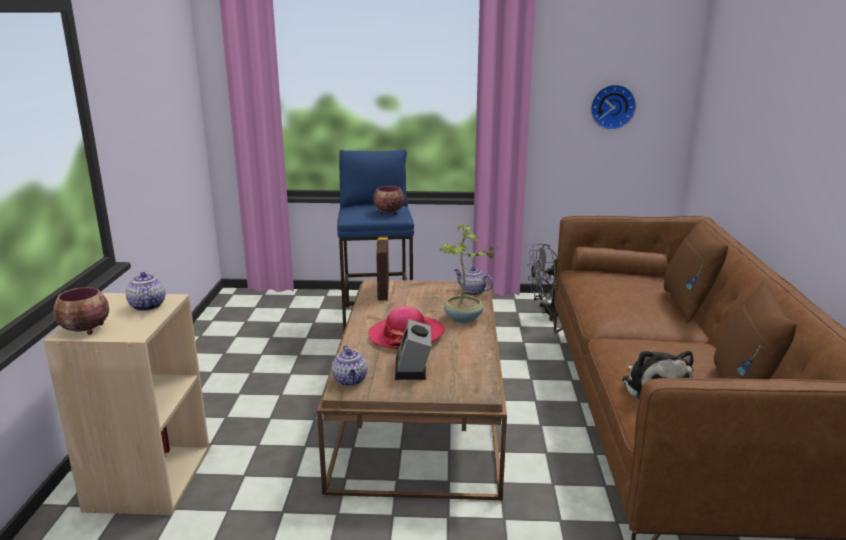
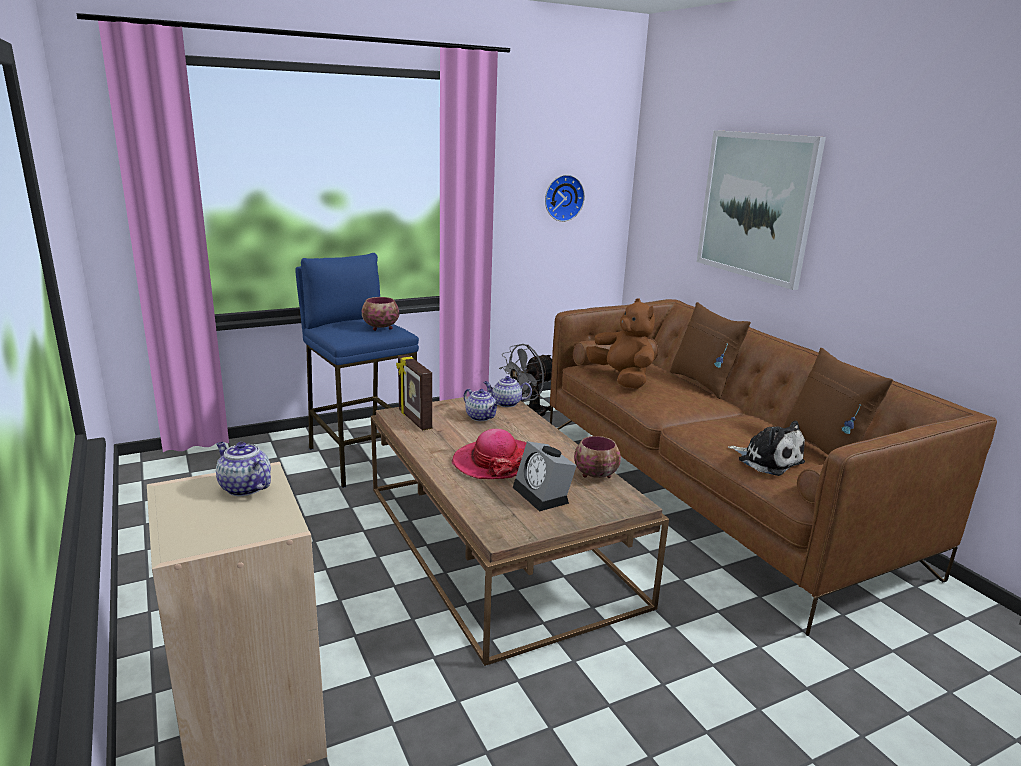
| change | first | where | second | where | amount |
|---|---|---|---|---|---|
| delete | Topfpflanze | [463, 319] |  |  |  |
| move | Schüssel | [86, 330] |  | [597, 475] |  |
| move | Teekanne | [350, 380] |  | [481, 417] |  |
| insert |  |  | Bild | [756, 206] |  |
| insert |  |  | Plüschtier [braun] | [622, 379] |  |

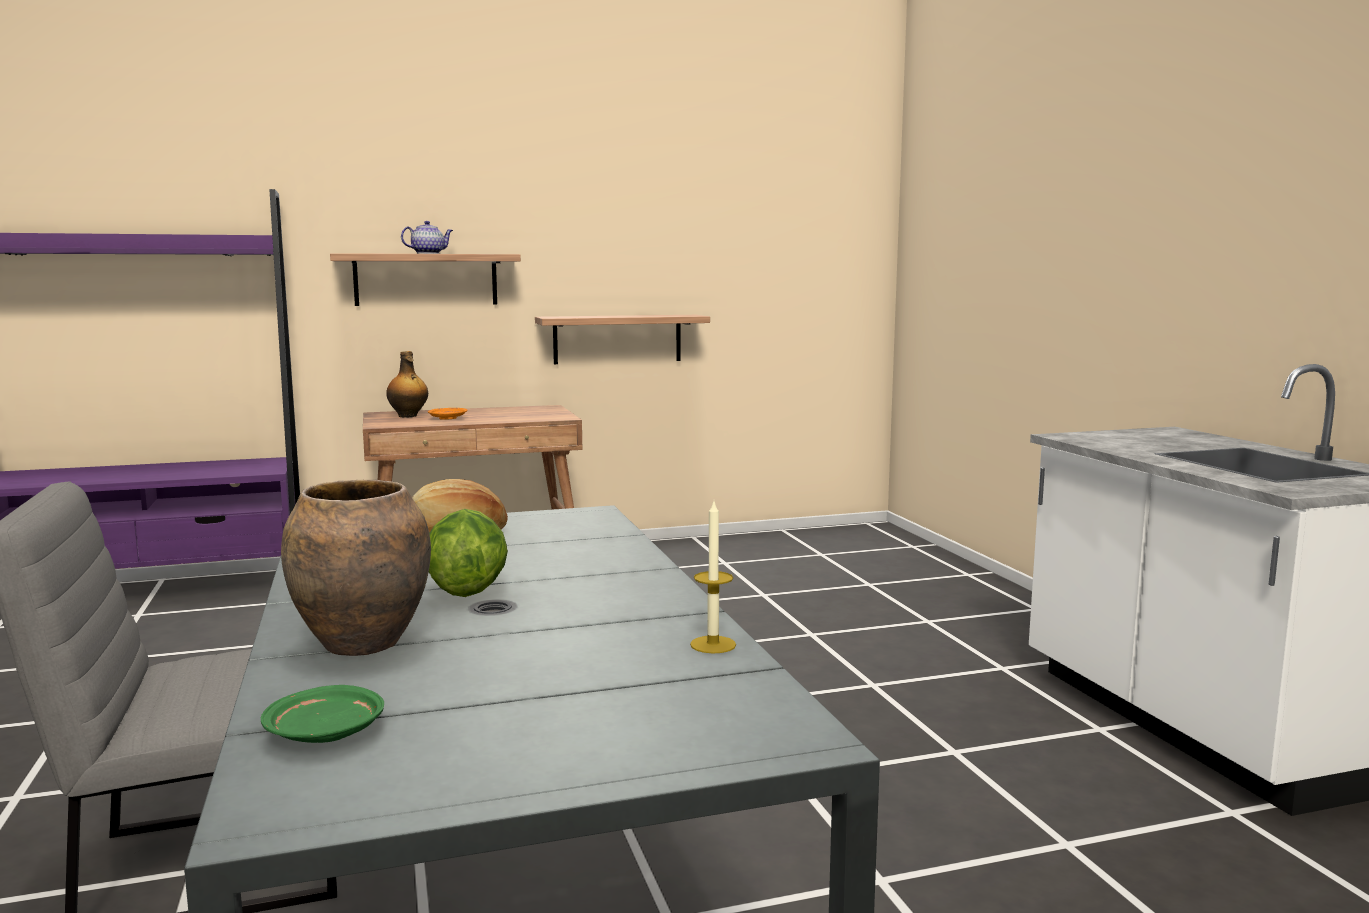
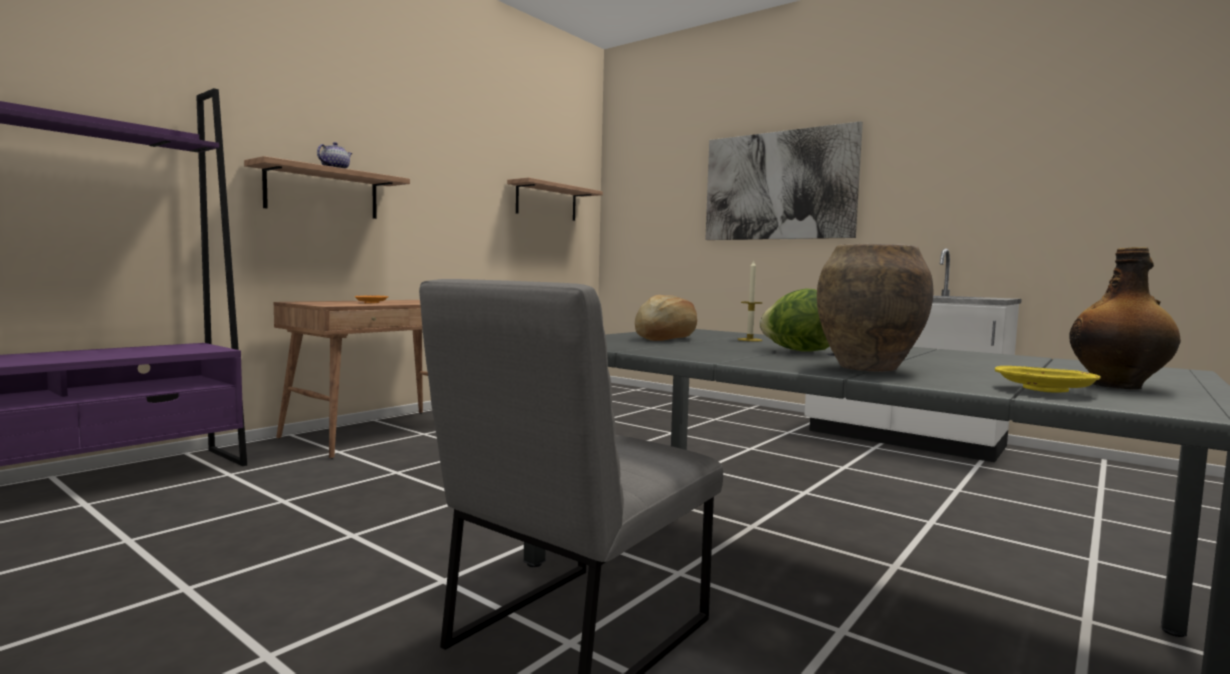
| change | first | where | second | where | amount |
|---|---|---|---|---|---|
| move | Wandregal | [617, 339] |  | [546, 201] |  |
| move | Flasche | [408, 416] |  | [1118, 386] |  |
| move | Kerze | [713, 644] |  | [749, 340] |  |
| recolor | Teller [grün] | [325, 733] | Teller [gelb] | [1046, 390] |  |
| insert |  |  | Bild | [778, 186] |  |

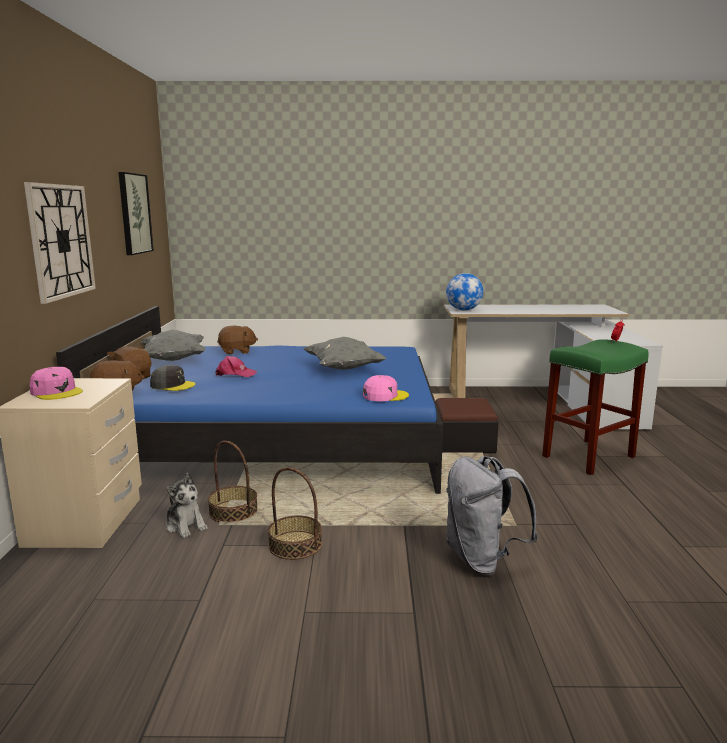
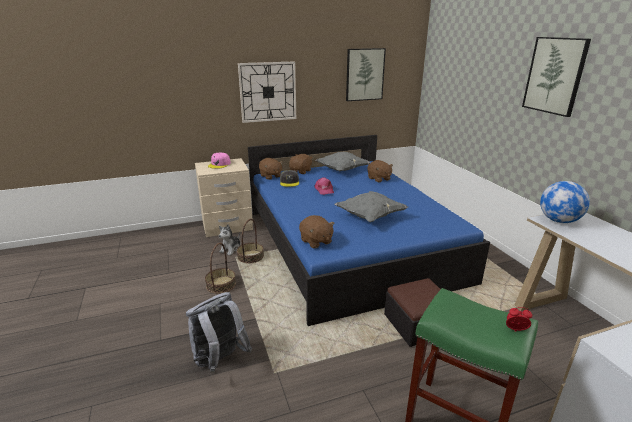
| change | first | where | second | where | amount |
|---|---|---|---|---|---|
| replace | Kappe [rosa] | [385, 396] | Plüschtier [braun] | [316, 241] |  |
| insert |  |  | Bild | [555, 75] |  |

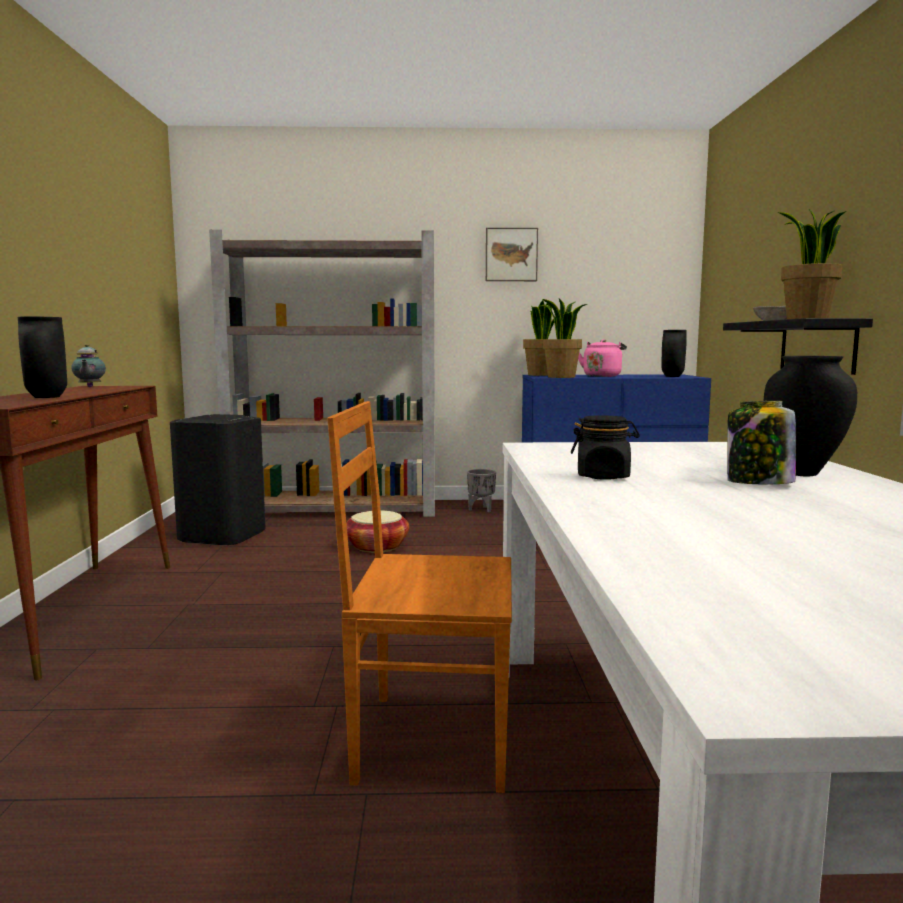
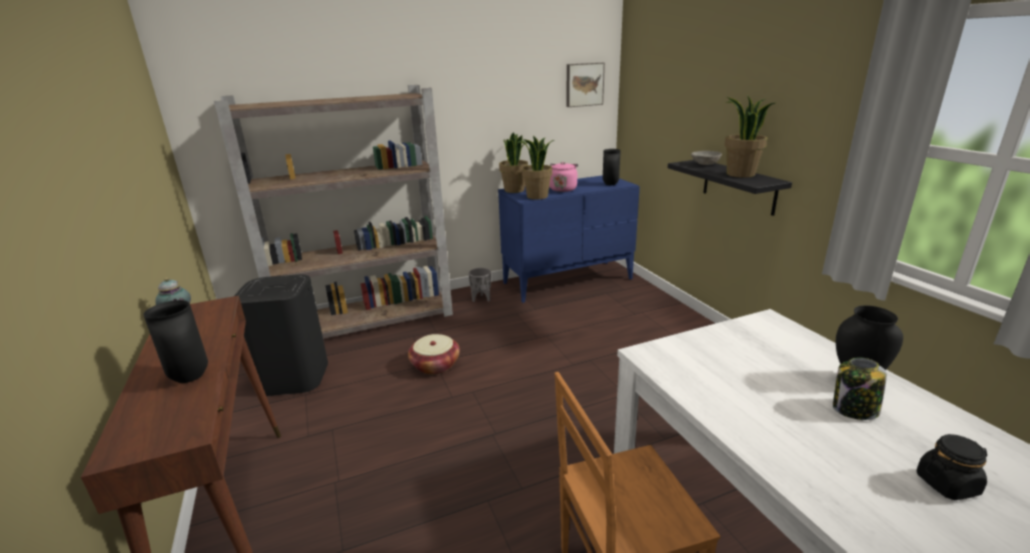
| change | first | where | second | where | amount |
|---|---|---|---|---|---|
| move | Bild | [511, 255] |  | [584, 84] |  |
| move | Vorratsglas [schwarz] | [603, 476] |  | [947, 484] |  |

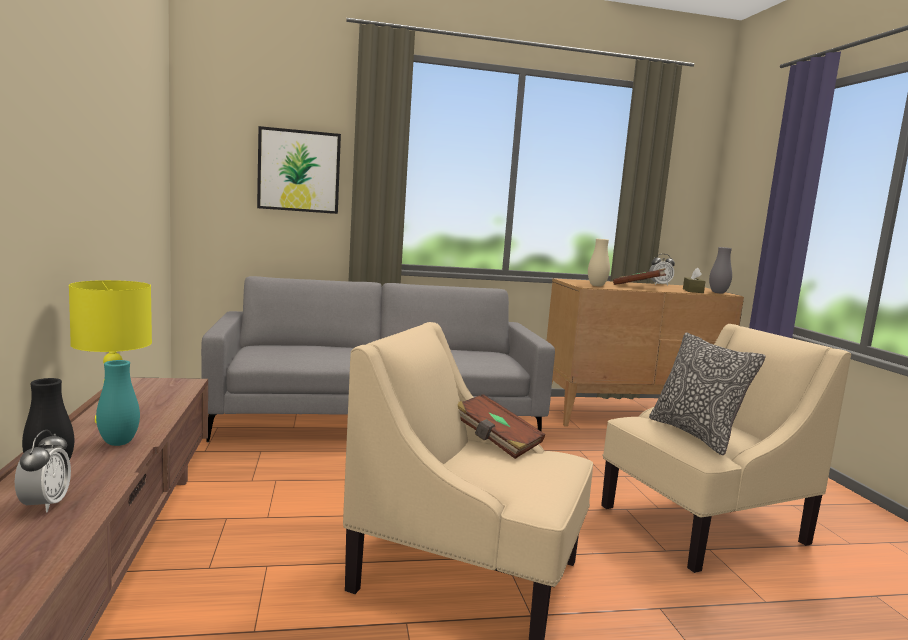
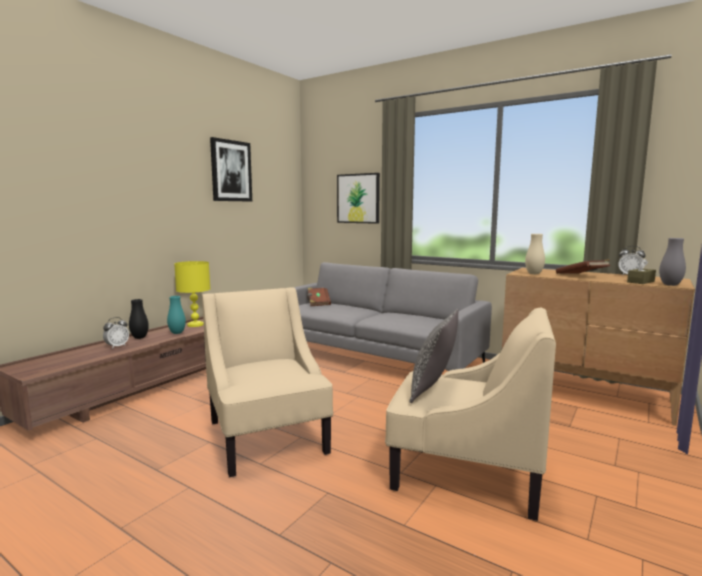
| change | first | where | second | where | amount |
|---|---|---|---|---|---|
| move | Buch [braun] | [496, 441] |  | [318, 303] |  |
| insert |  |  | Bild | [231, 171] |  |

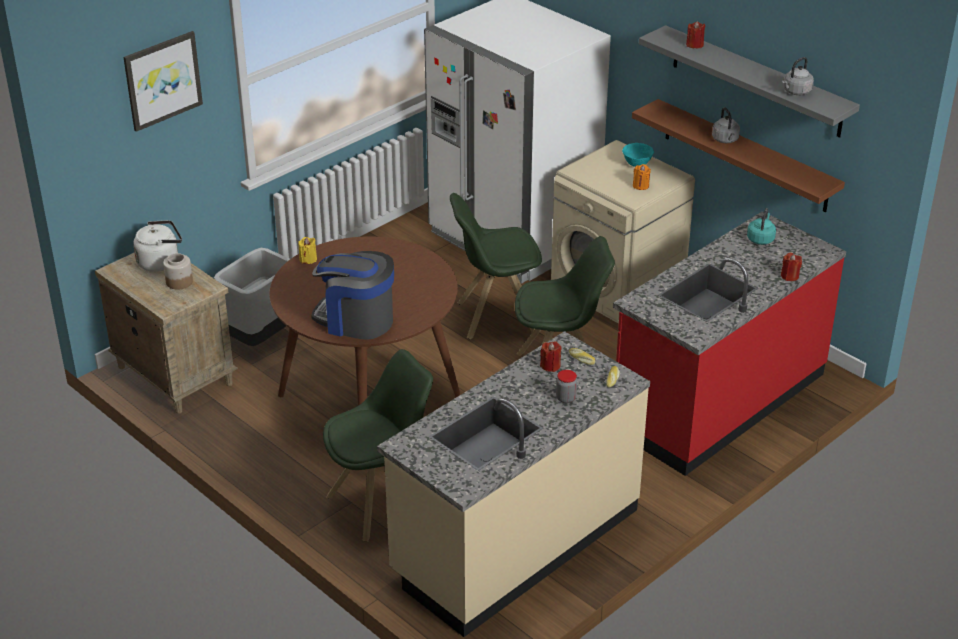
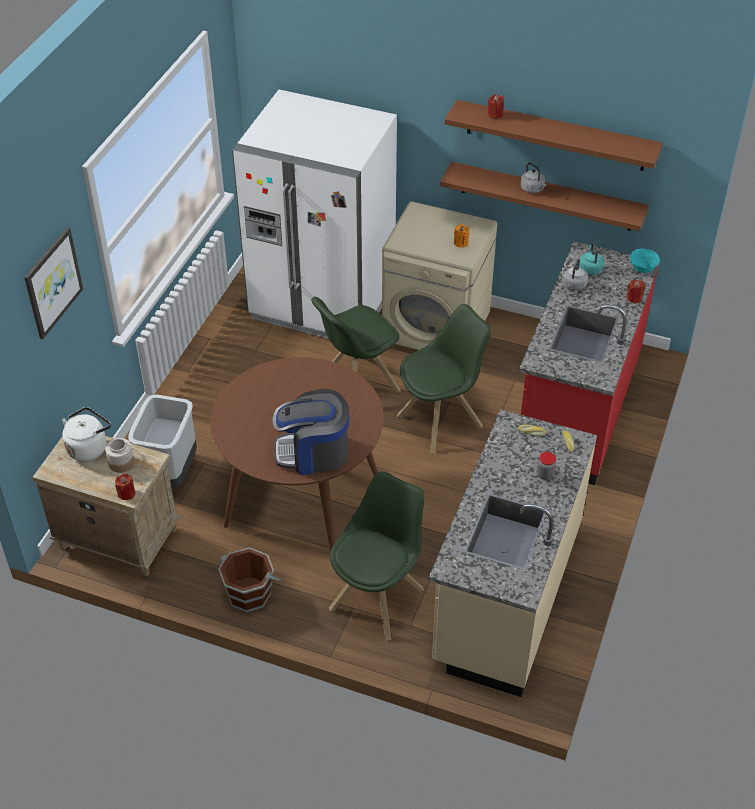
| change | first | where | second | where | amount |
|---|---|---|---|---|---|
| recolor | Wandregal [grau] | [756, 81] | Wandregal [braun] | [555, 135] |  |
| move | Wasserkessel [grau] | [796, 92] |  | [574, 286] |  |
| move | Schüssel [türkis] | [637, 164] |  | [642, 269] |  |
| delete | Kerze [gelb] | [308, 259] |  |  |  |
| move | Kerze [rot] | [550, 366] |  | [126, 493] |  |
| insert |  |  | Eimer [braun] | [249, 593] |  |

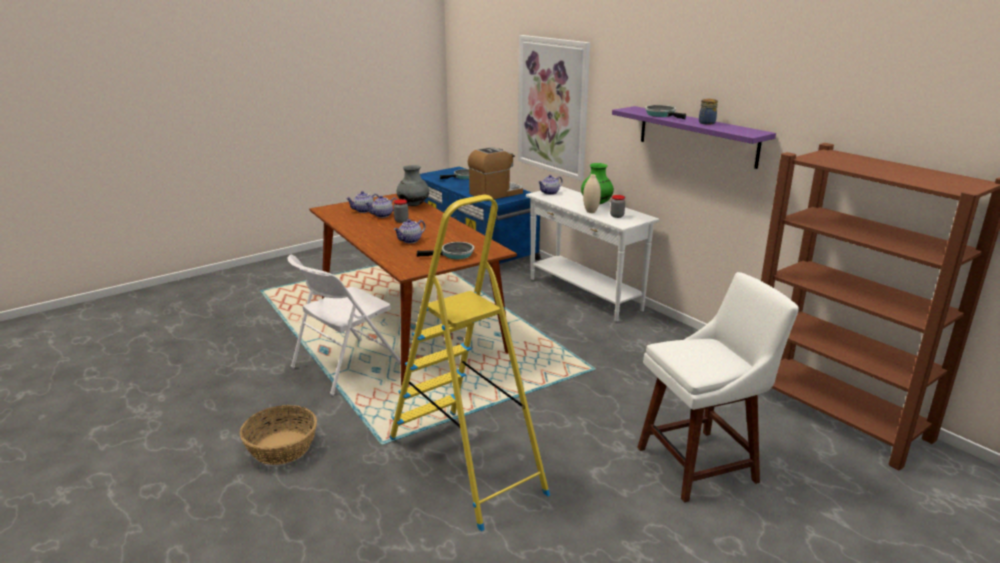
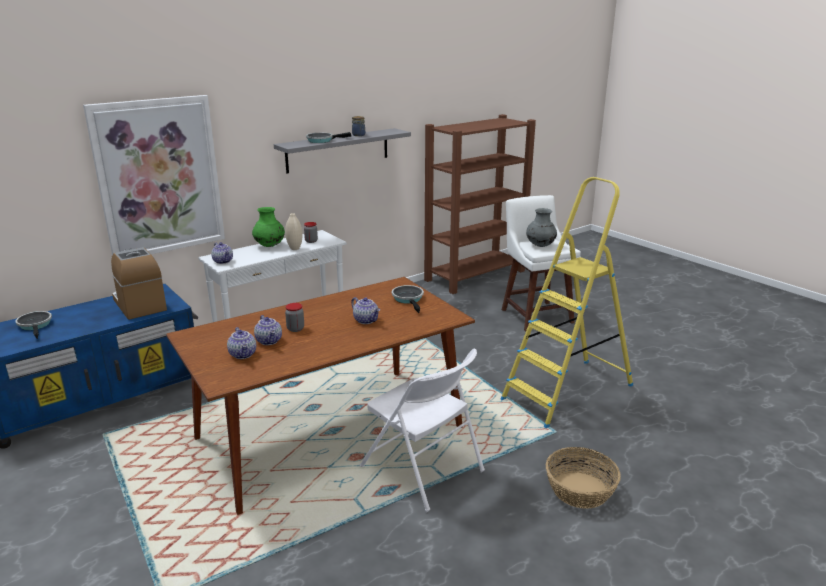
| change | first | where | second | where | amount |
|---|---|---|---|---|---|
| recolor | Wandregal [lila] | [697, 136] | Wandregal [grau] | [338, 150] |  |
| move | Vase [grau] | [413, 205] |  | [540, 245] |  |

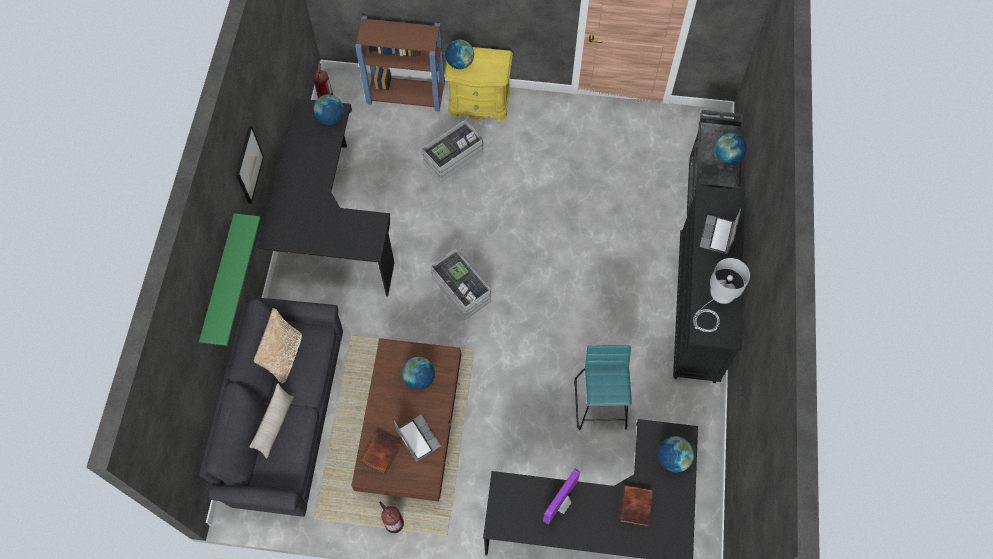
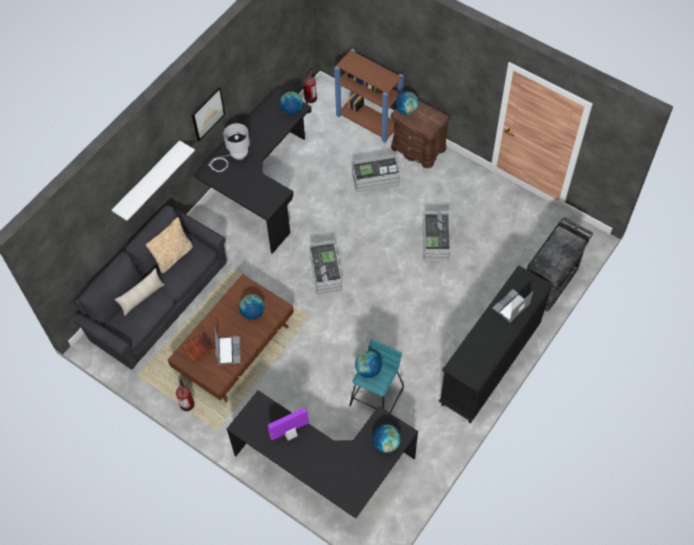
| change | first | where | second | where | amount |
|---|---|---|---|---|---|
| recolor | Nachttisch [gelb] | [479, 104] | Nachttisch [braun] | [417, 149] |  |
| move | Globus | [727, 156] |  | [368, 370] |  |
| recolor | Wandregal [grün] | [220, 281] | Wandregal [weiß] | [147, 180] |  |
| move | Tischlampe [weiß] | [715, 305] |  | [231, 158] |  |
| delete | Buch | [636, 506] |  |  |  |
| insert |  |  | Aufbewahrungsbox [grau] | [435, 241] |  |

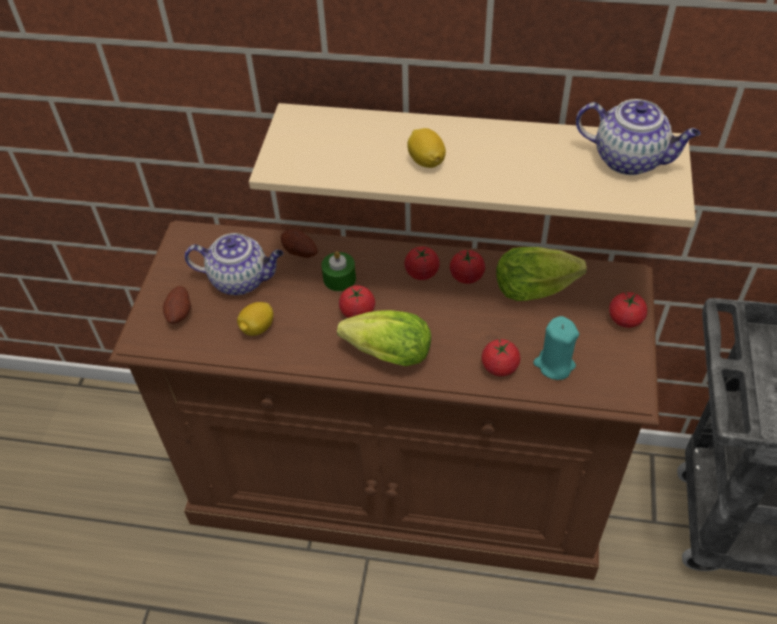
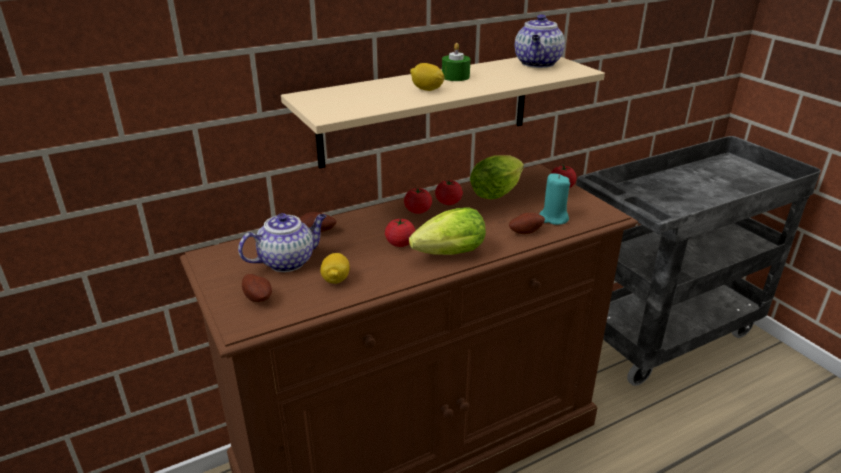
| change | first | where | second | where | amount |
|---|---|---|---|---|---|
| rotate | Teekanne | [630, 159] |  | [538, 64] | 120 degrees clockwise |
| move | Kerze [grün] | [339, 278] |  | [455, 77] |  |
| replace | Tomate | [499, 367] | Kartoffel | [525, 231] |  |

